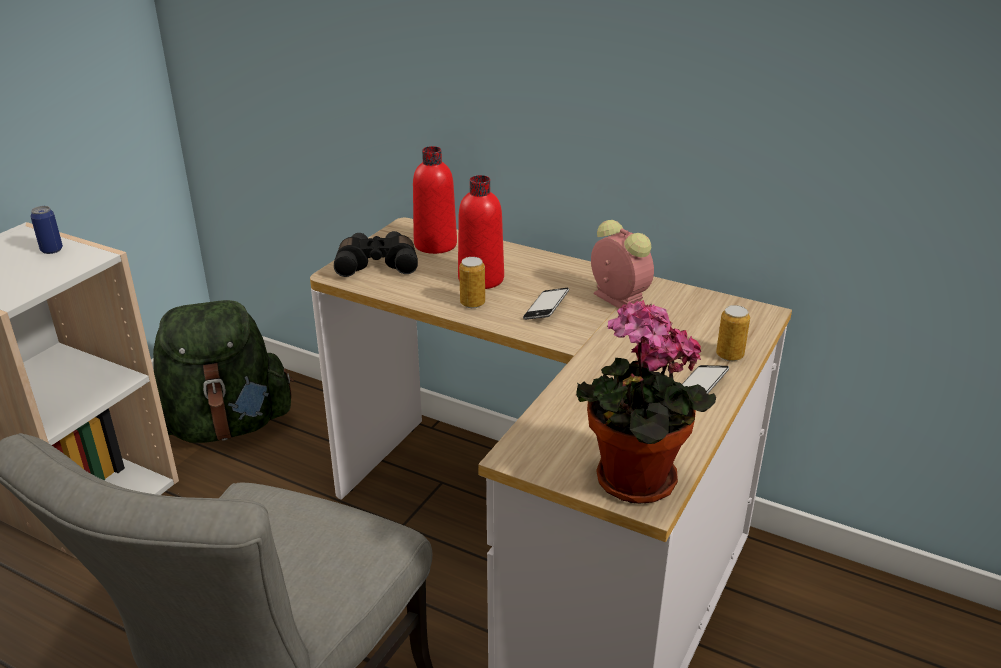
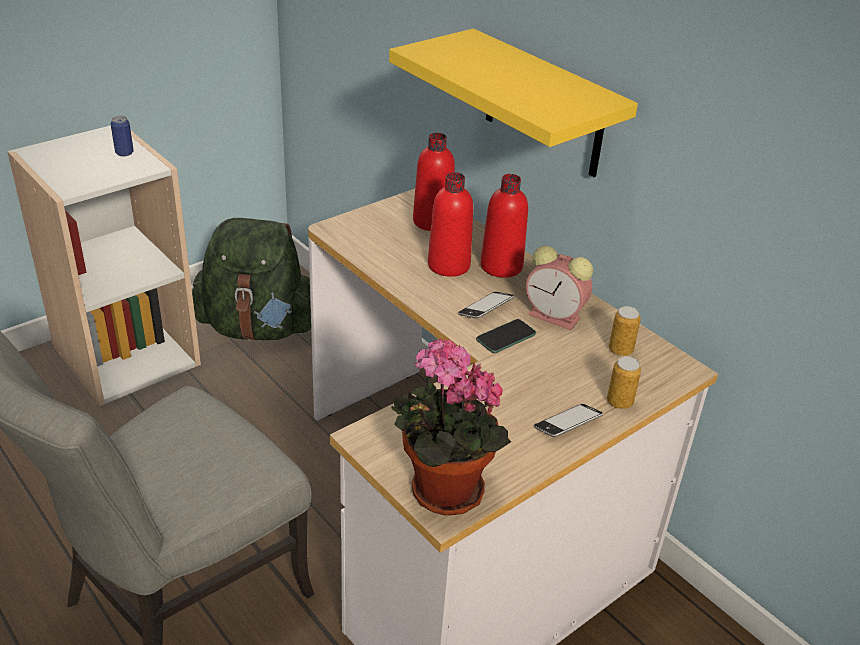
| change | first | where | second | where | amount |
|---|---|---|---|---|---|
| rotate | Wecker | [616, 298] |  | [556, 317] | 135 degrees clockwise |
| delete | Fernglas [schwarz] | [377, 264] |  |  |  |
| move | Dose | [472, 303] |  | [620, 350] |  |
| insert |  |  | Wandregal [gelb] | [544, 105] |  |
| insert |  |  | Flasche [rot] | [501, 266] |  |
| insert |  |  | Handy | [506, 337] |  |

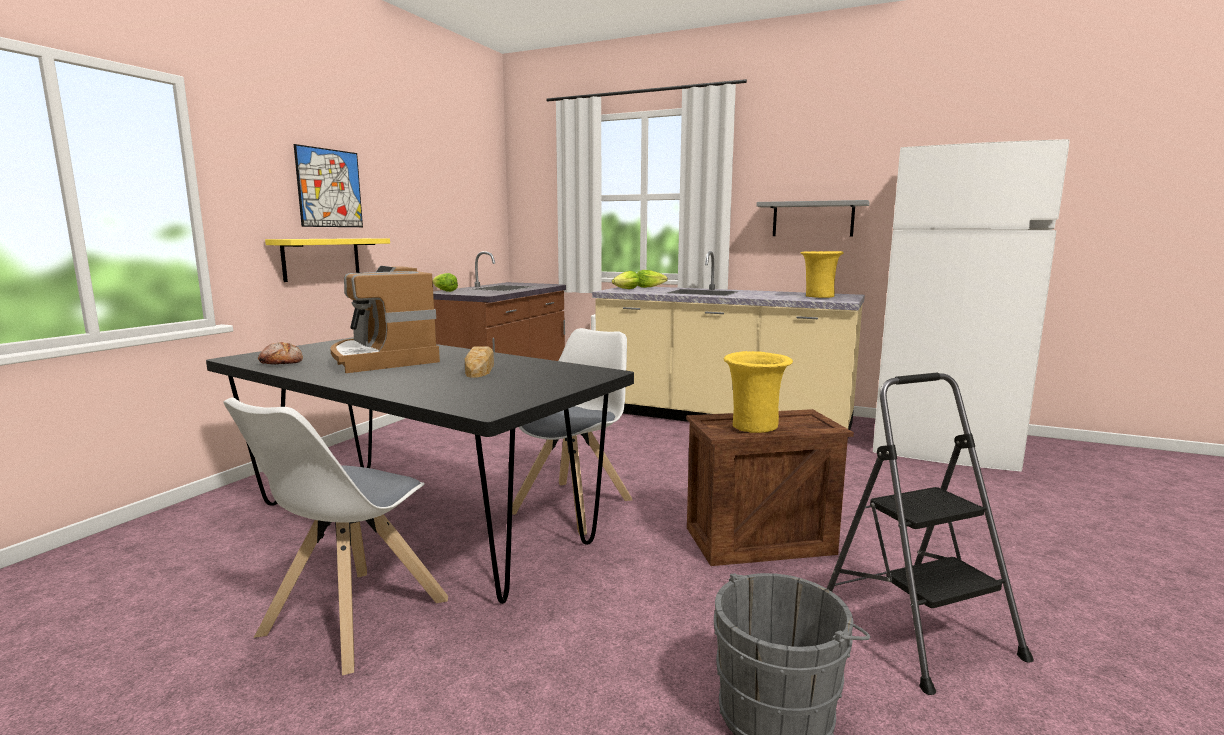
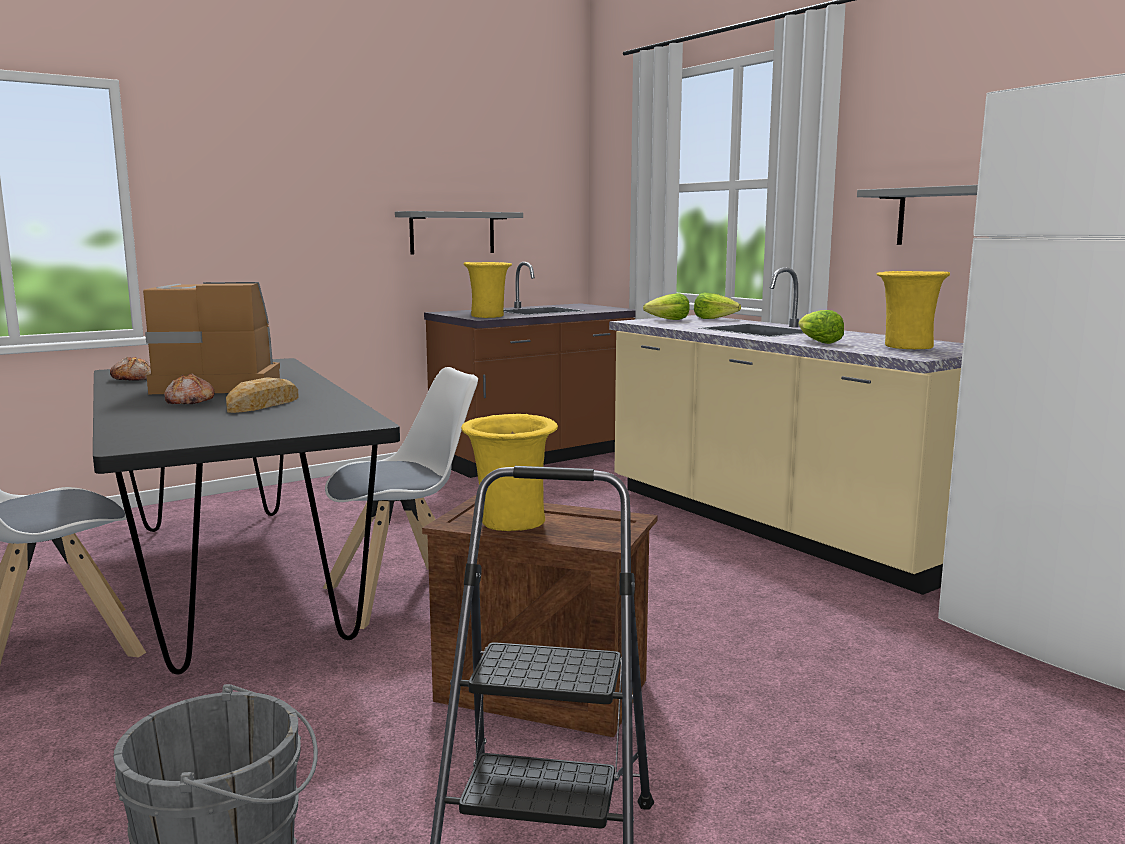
| change | first | where | second | where | amount |
|---|---|---|---|---|---|
| delete | Bild | [329, 188] |  |  |  |
| delete | Wandregal [gelb] | [321, 259] |  |  |  |
| rotate | Kaffeemaschine | [382, 359] |  | [217, 385] | 90 degrees clockwise |
| move | Salatkopf | [444, 291] |  | [818, 342] |  |
| insert |  |  | Wandregal [grau] | [452, 233] |  |
| insert |  |  | Vase [gelb] | [489, 316] |  |
| insert |  |  | Brot | [189, 401] |  |

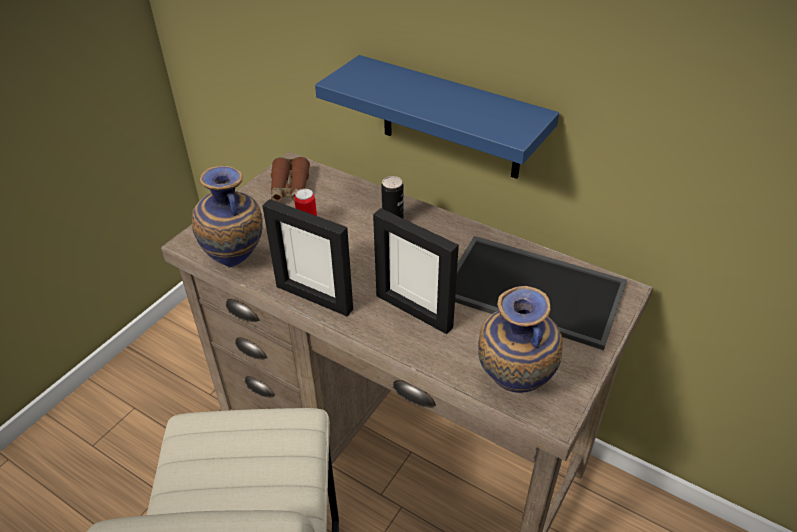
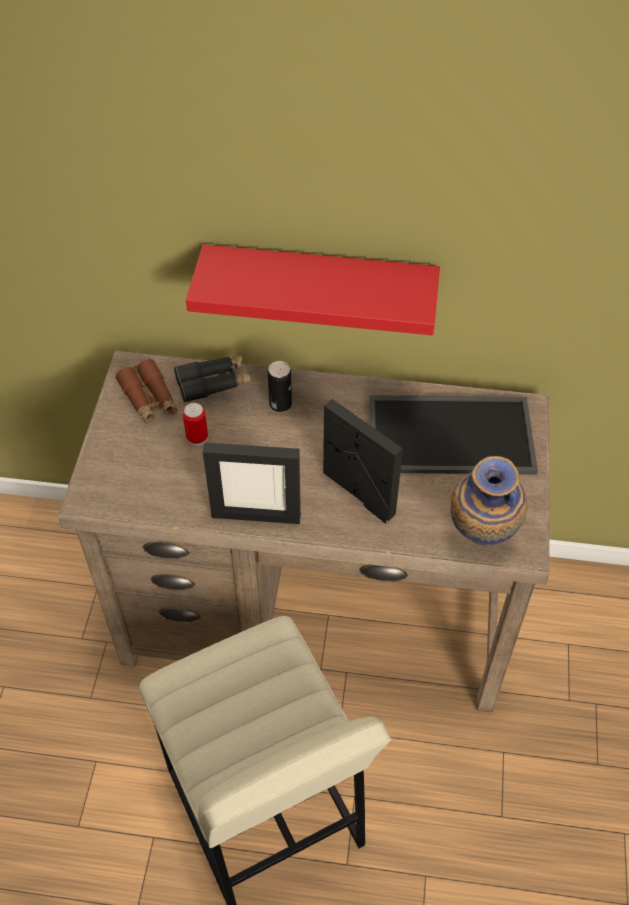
| change | first | where | second | where | amount |
|---|---|---|---|---|---|
| recolor | Wandregal [blau] | [451, 119] | Wandregal [rot] | [319, 288] |  |
| delete | Vase | [237, 262] |  |  |  |
| rotate | Bilderrahmen | [415, 310] |  | [357, 494] | 150 degrees counterclockwise |
| insert |  |  | Fernglas [schwarz] | [213, 383] |  |

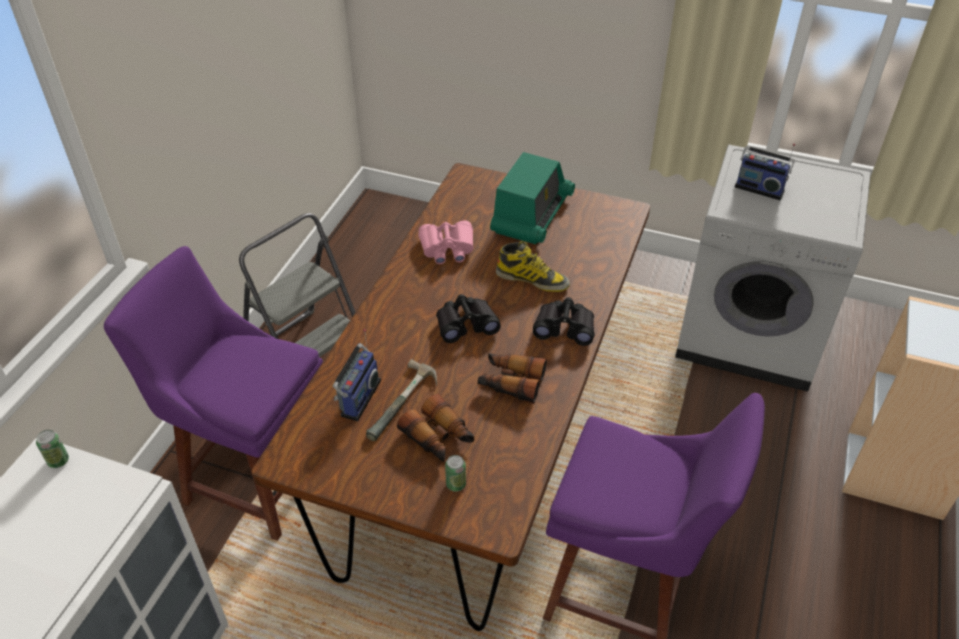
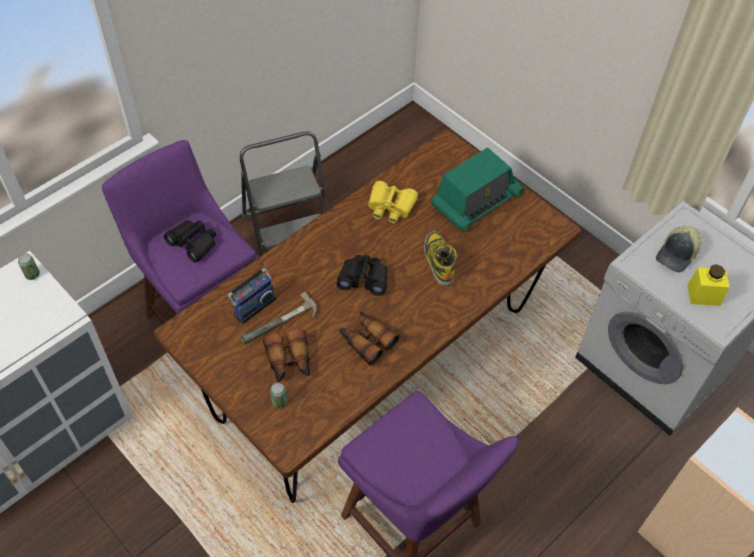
| change | first | where | second | where | amount |
|---|---|---|---|---|---|
| replace | Radio | [759, 188] | Kappe | [677, 254] |  |
| recolor | Fernglas [rosa] | [447, 248] | Fernglas [gelb] | [390, 206] |  |
| rotate | Stiefel | [532, 279] |  | [438, 260] | 150 degrees counterclockwise |
| move | Fernglas [schwarz] | [565, 328] |  | [193, 243] |  |
| insert |  |  | Vorratsglas [gelb] | [703, 295] |  |

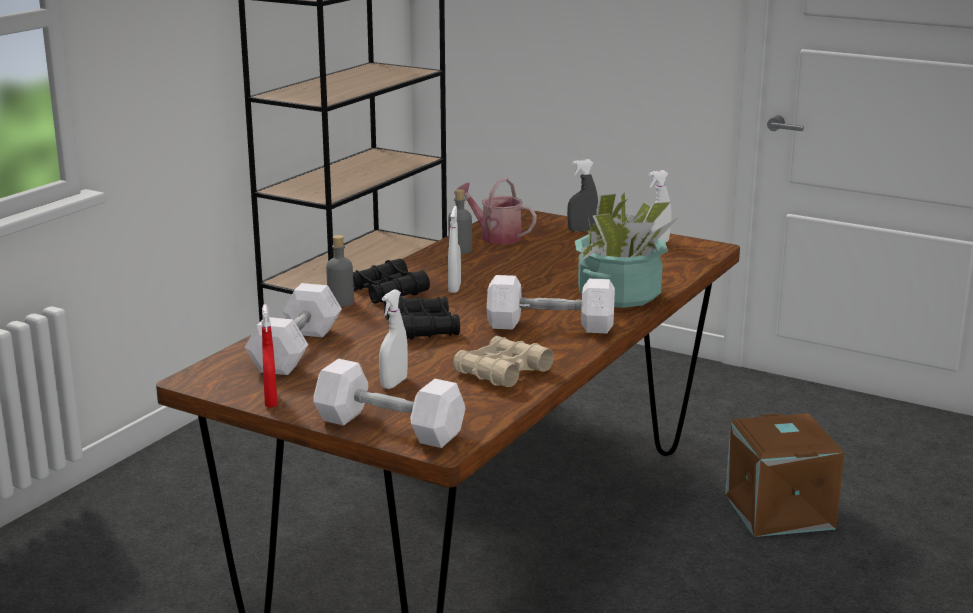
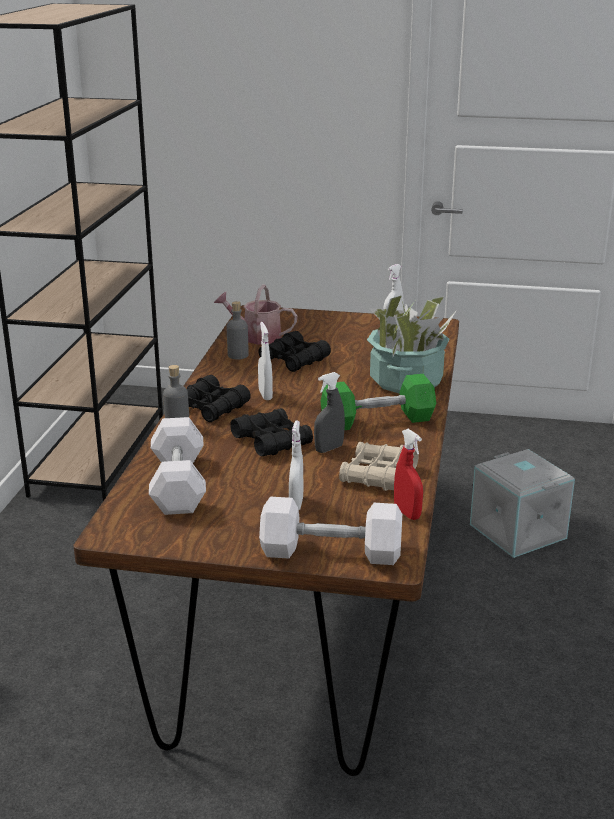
| change | first | where | second | where | amount |
|---|---|---|---|---|---|
| move | Sprühflasche [grau] | [582, 230] |  | [329, 449] |  |
| recolor | Hantel [weiß] | [550, 325] | Hantel [grün] | [377, 420] |  |
| move | Sprühflasche [rot] | [271, 401] |  | [407, 513] |  |
| recolor | Aufbewahrungsbox [braun] | [777, 511] | Aufbewahrungsbox [grau] | [516, 531] |  |
| insert |  |  | Fernglas [schwarz] | [294, 360] |  |

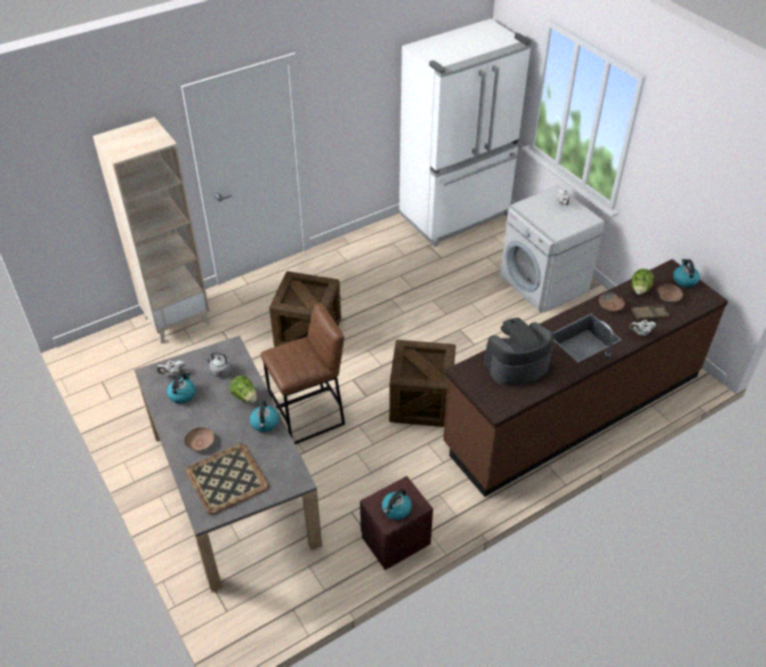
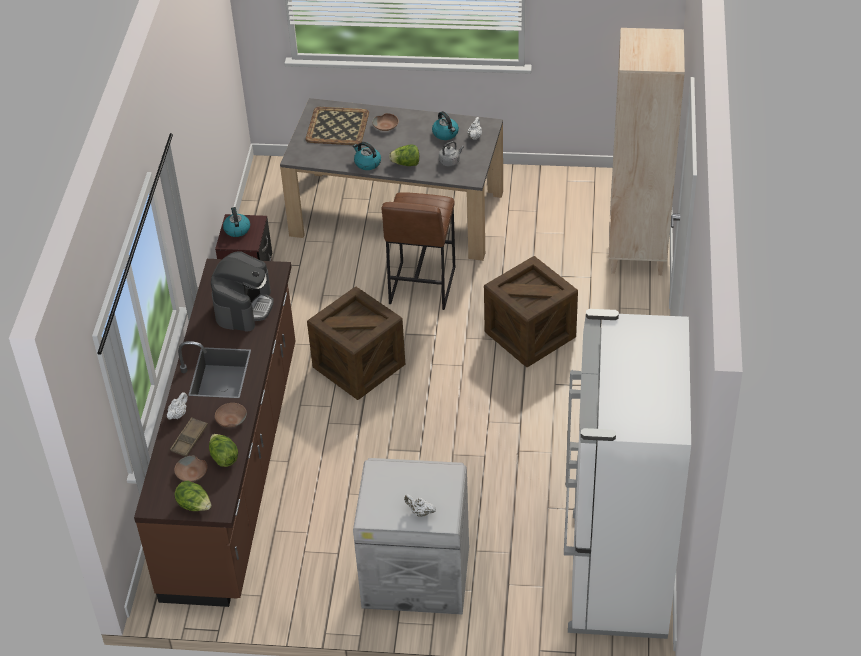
| change | first | where | second | where | amount |
|---|---|---|---|---|---|
| replace | Wasserkessel | [684, 280] | Salatkopf | [195, 505] |  |

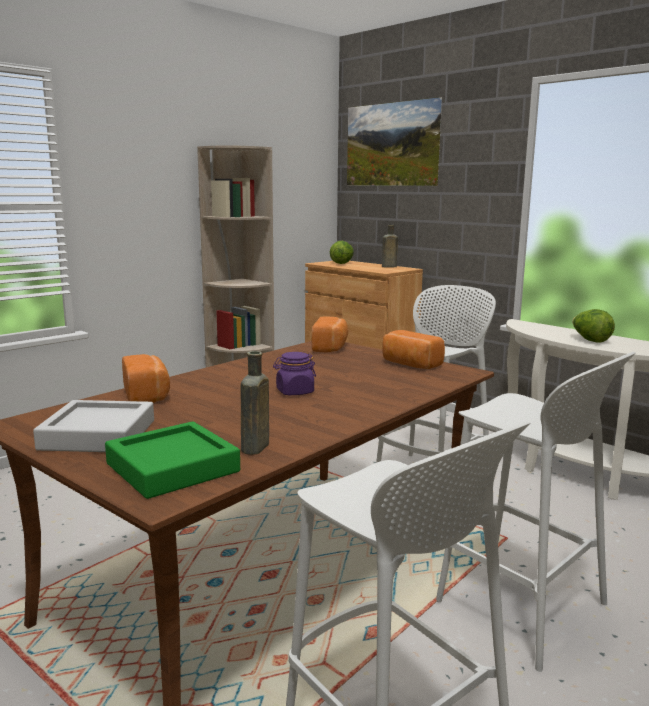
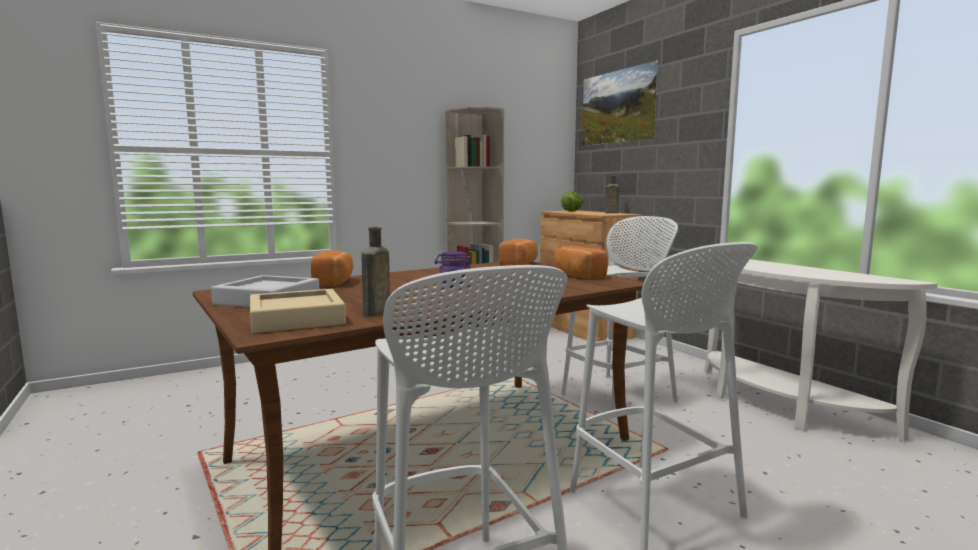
| change | first | where | second | where | amount |
|---|---|---|---|---|---|
| delete | Salatkopf | [590, 340] |  |  |  |
| recolor | Tablett [grün] | [172, 467] | Tablett [beige] | [296, 319] |  |

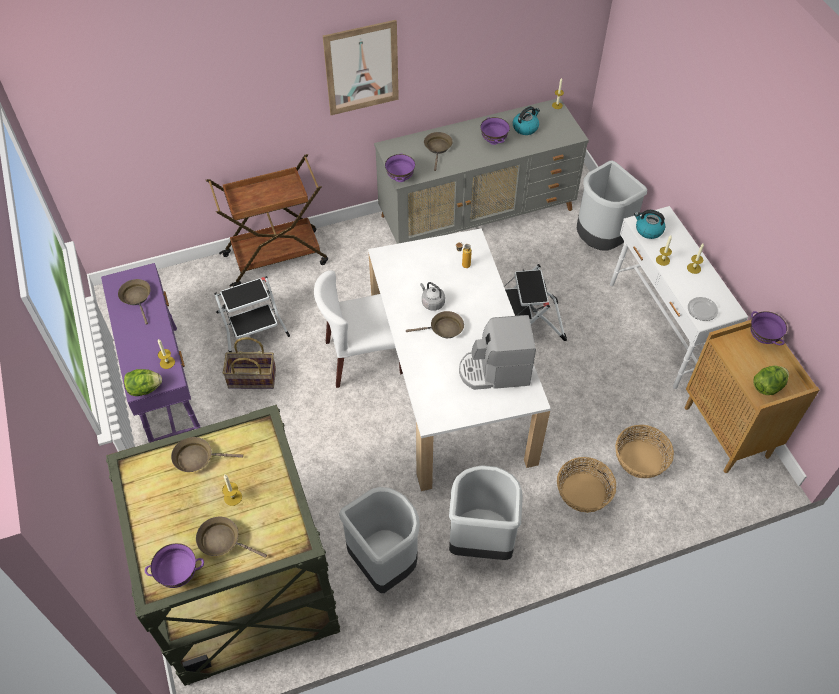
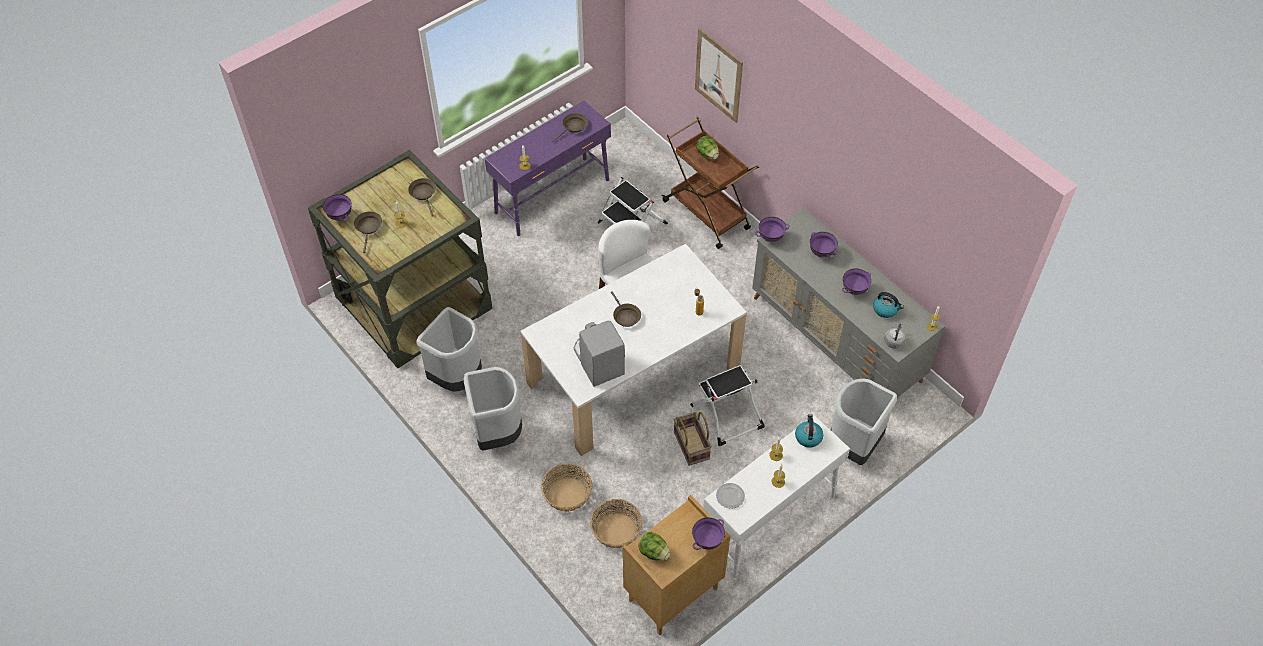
| change | first | where | second | where | amount |
|---|---|---|---|---|---|
| move | Bild | [362, 68] |  | [718, 75] |  |
| replace | Pfanne [braun] | [438, 148] | Schüssel [lila] | [821, 253] |  |
| move | Wasserkessel [grau] | [432, 302] |  | [894, 341] |  |
| move | Korb | [251, 379] |  | [690, 445] |  |
| move | Salatkopf | [144, 389] |  | [707, 154] |  |

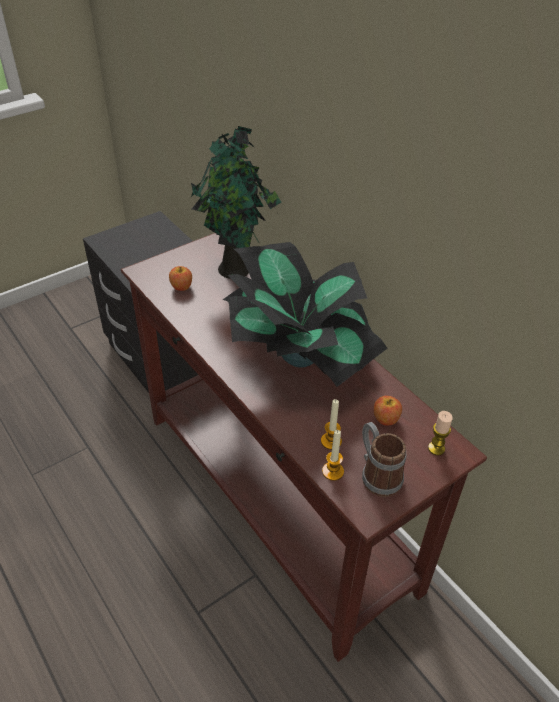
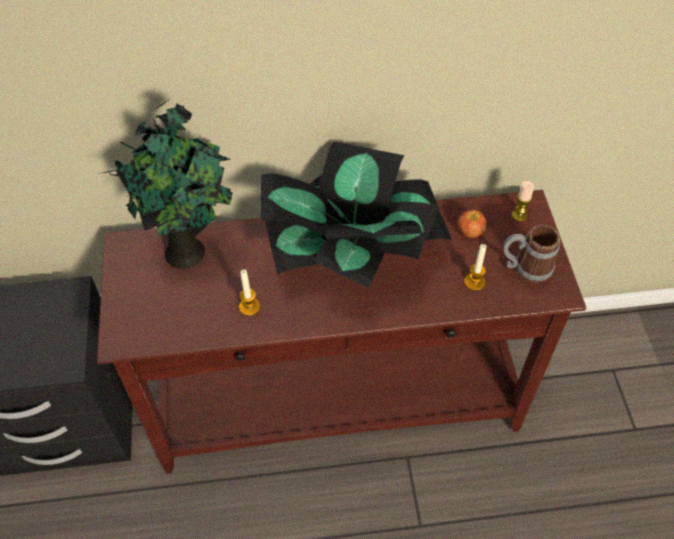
| change | first | where | second | where | amount |
|---|---|---|---|---|---|
| delete | Apfel | [181, 287] |  |  |  |
| move | Kerze | [333, 471] |  | [249, 307] |  |

